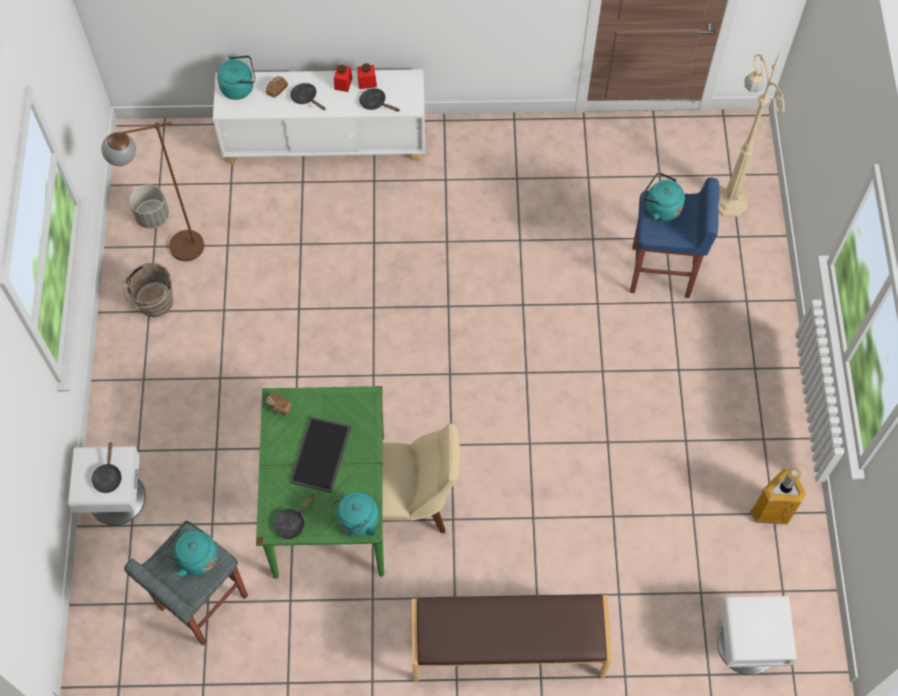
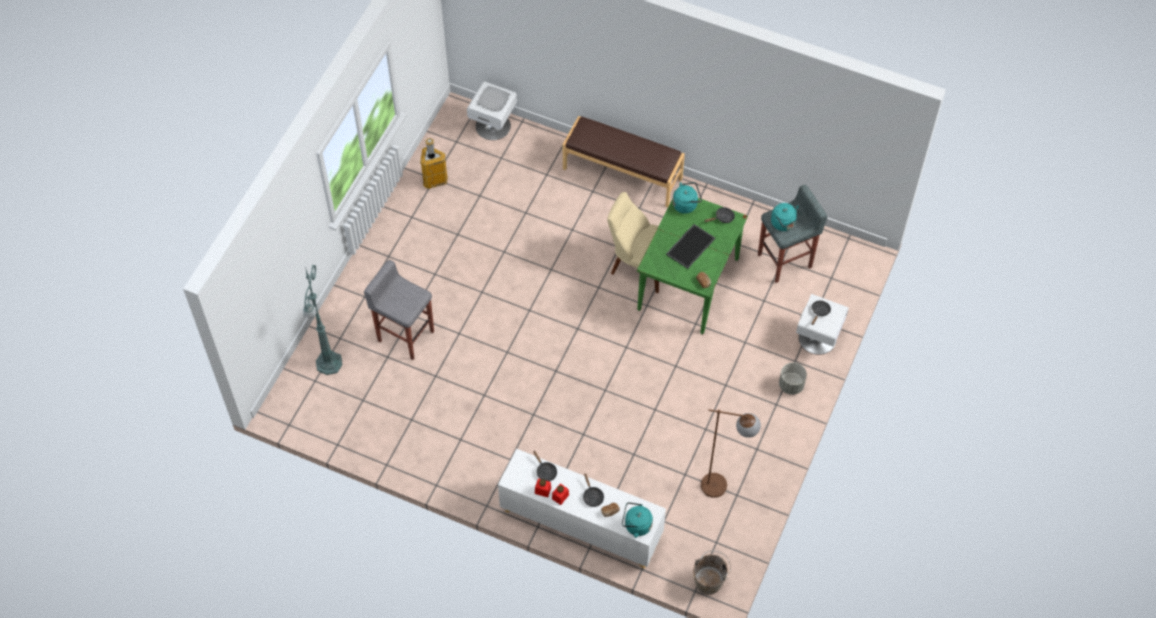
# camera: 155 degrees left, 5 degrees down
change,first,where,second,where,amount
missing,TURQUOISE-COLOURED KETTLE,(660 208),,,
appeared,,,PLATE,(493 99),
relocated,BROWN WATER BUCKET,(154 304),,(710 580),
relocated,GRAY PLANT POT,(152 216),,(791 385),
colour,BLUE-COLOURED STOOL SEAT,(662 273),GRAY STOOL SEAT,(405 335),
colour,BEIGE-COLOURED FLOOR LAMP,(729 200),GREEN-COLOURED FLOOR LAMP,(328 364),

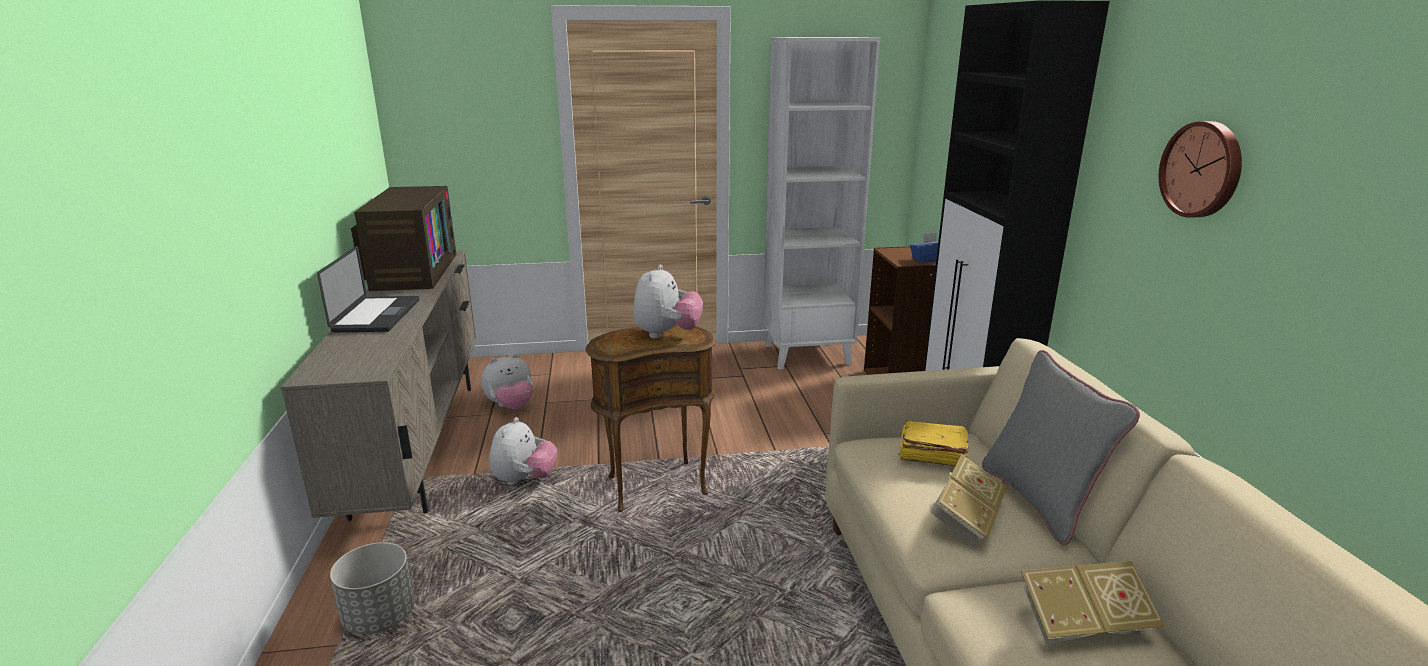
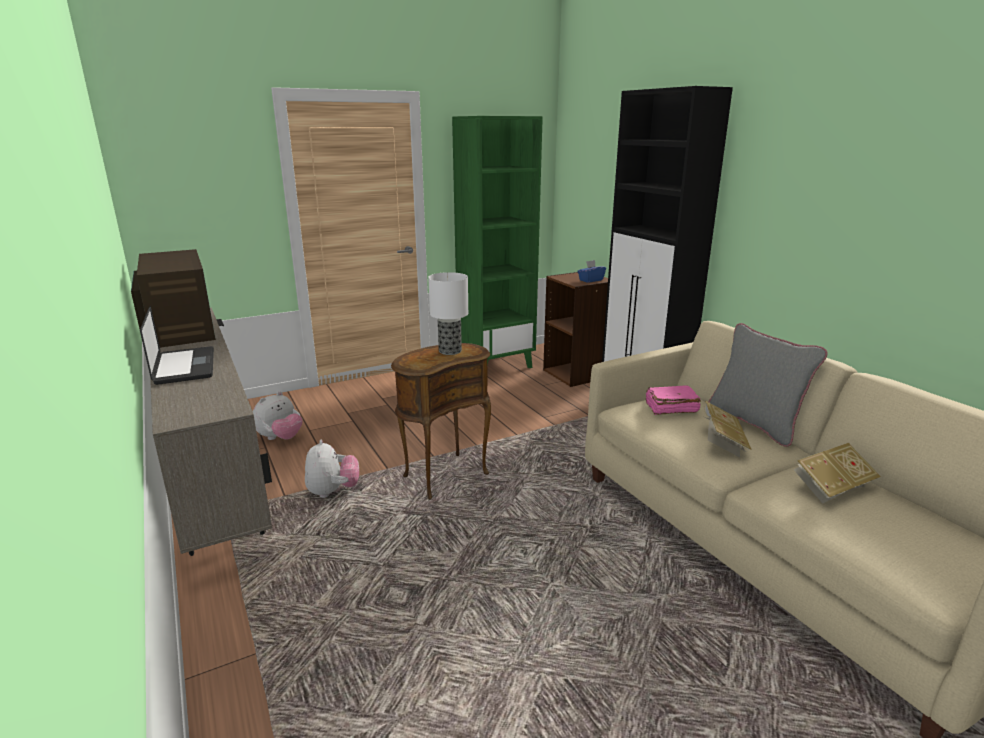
# camera: 20 degrees left, 0 degrees up
change,first,where,second,where,amount
missing,GRAY PLANT POT,(379 617),,,
missing,WALL CLOCK,(1203 169),,,
exchanged,SOFT TOY,(666 334),TABLETOP LAMP,(449 351),
colour,WHITE-COLOURED BOOKCASE,(807 354),GREEN-COLOURED BOOKCASE,(496 364),
colour,YELLOW-COLOURED BOOK,(931 455),PINK BOOK,(670 408),

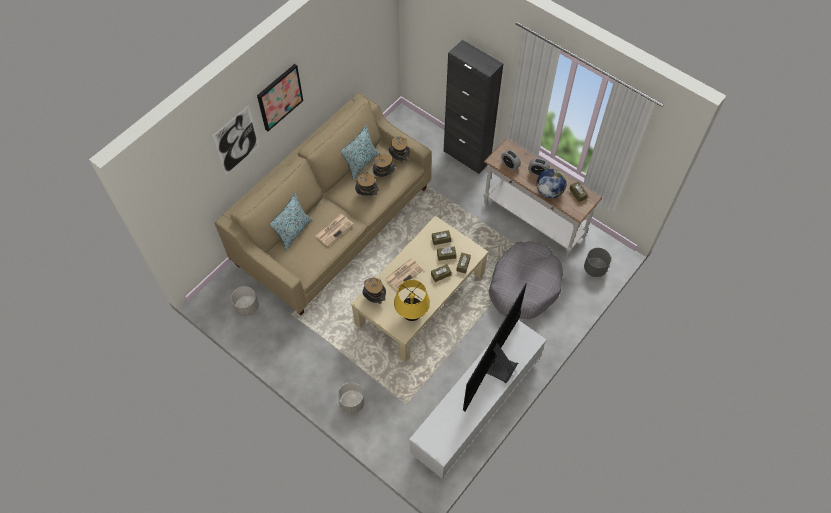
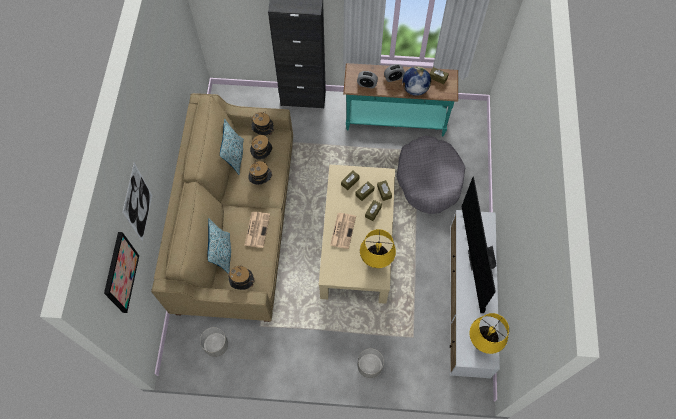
# camera: 35 degrees left, 5 degrees up
change,first,where,second,where,amount
missing,GRAY PLANT POT,(594 268),,,
appeared,,,YELLOW-COLOURED TABLETOP LAMP,(483 342),
relocated,WALL PICTURE,(279 97),,(120 273),
relocated,WEARABLE HAT,(374 298),,(243 283),
colour,WHITE-COLOURED CONSOLE TABLE,(533 220),TURQUOISE-COLOURED CONSOLE TABLE,(395 122),

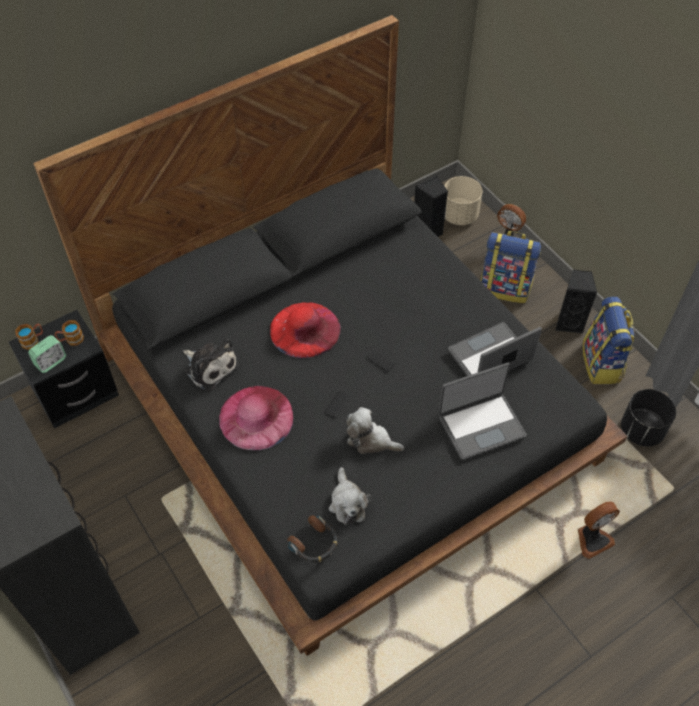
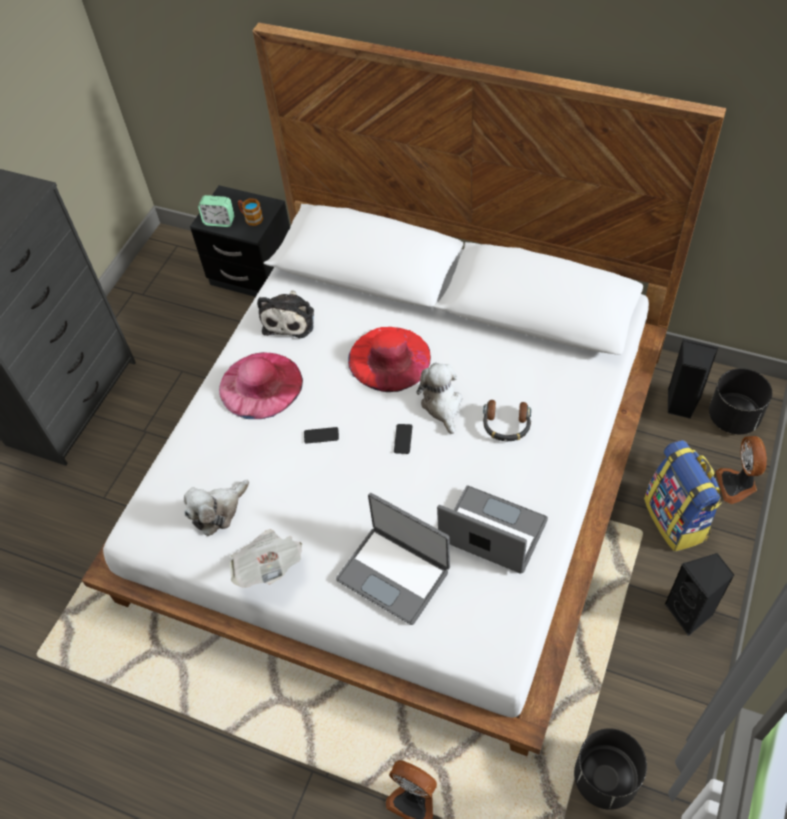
# camera: 60 degrees right, 0 degrees up
change,first,where,second,where,amount
missing,MUG,(33 340),,,
missing,KNAPSACK,(602 363),,,
appeared,,,PRINTED PAPER,(268 566),
relocated,HEADPHONES,(315 543),,(506 425),
relocated,SOFT TOY,(370 440),,(442 405),
colour,BLACK BEDROOM BED,(349 405),WHITE-COLOURED BEDROOM BED,(400 471),
colour,BEIGE-COLOURED PLANT POT,(459 215),BLACK PLANT POT,(733 417),

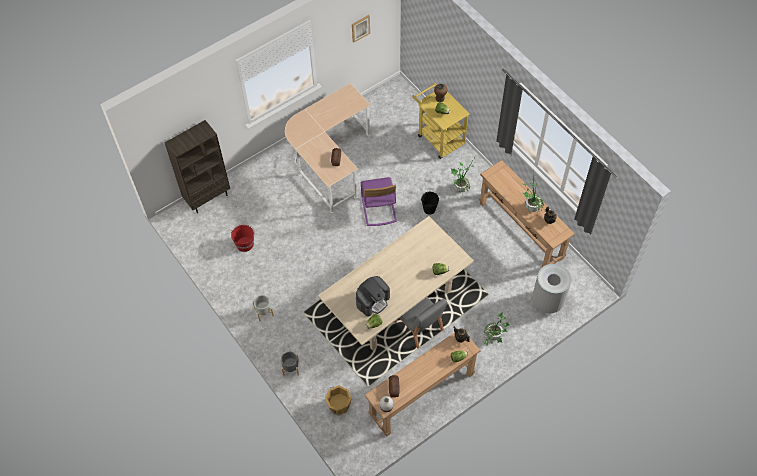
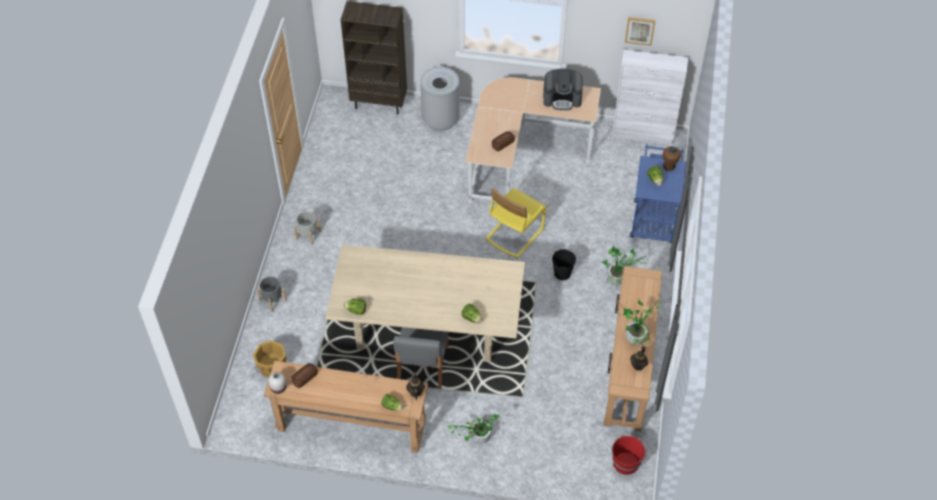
# camera: 45 degrees right, 5 degrees down
change,first,where,second,where,amount
appeared,,,WHITE-COLOURED CABINET,(643 134),
relocated,REDDISH WATER BUCKET,(245 243),,(626 462),
relocated,COFFEE MAKER,(372 301),,(562 98),
relocated,GRAY RUBBISH BIN,(547 301),,(440 119),
colour,PURPLE UPRIGHT CHAIR,(378 209),YELLOW-COLOURED UPRIGHT CHAIR,(514 234),
colour,YELLOW-COLOURED CART,(438 137),BLUE-COLOURED CART,(653 217),

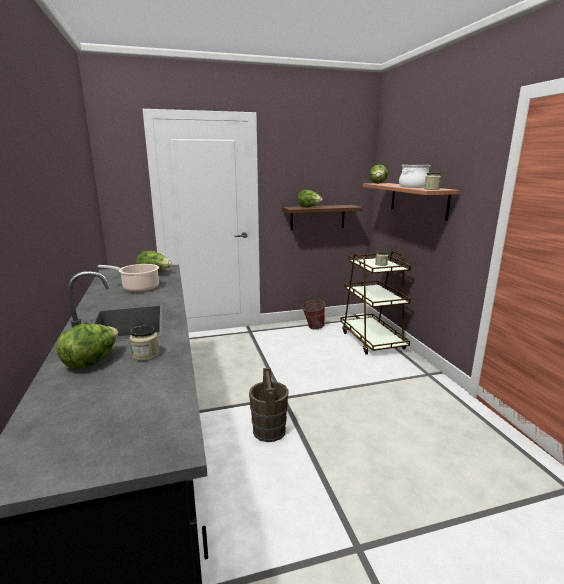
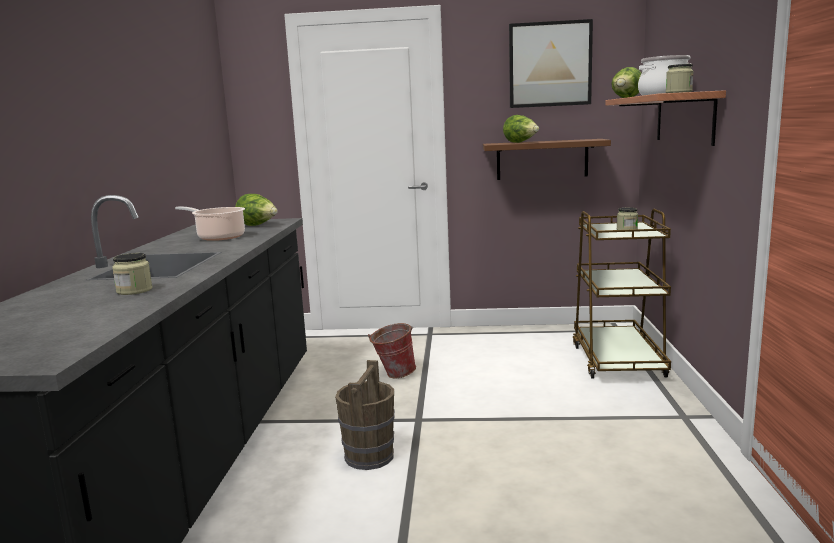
# camera: 20 degrees right, 5 degrees down
change,first,where,second,where,amount
missing,LETTUCE HEAD,(92 362),,,
appeared,,,WALL PICTURE,(550 64),
relocated,WATER BUCKET,(312 327),,(393 374),

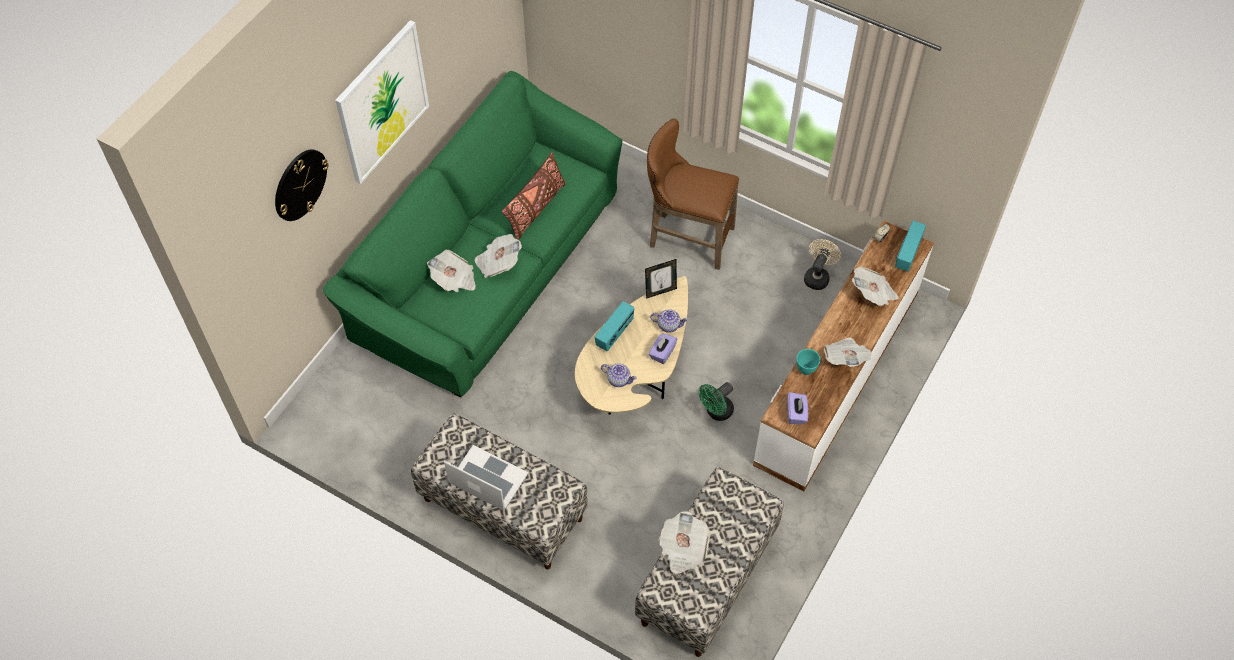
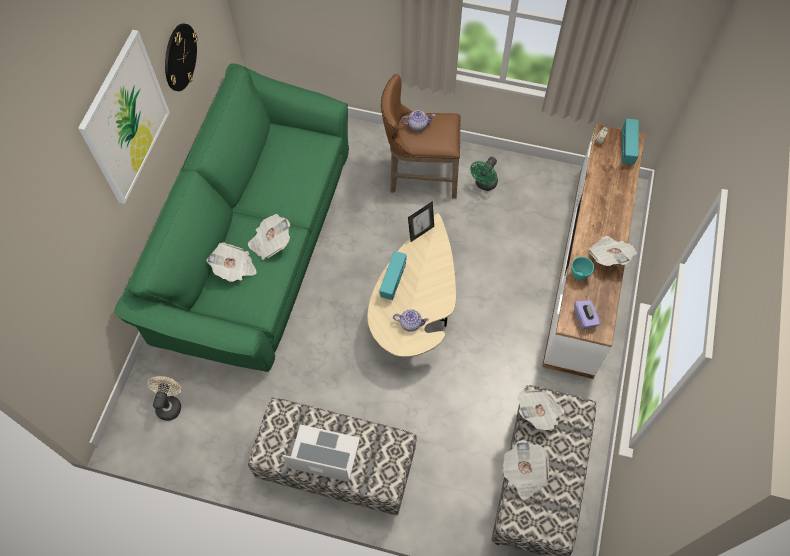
# camera: 15 degrees left, 5 degrees up
change,first,where,second,where,amount
missing,BROWN PILLOW,(535 209),,,
missing,PURPLE BOX OF TISSUES,(662 353),,,
relocated,WALL CLOCK,(300 184),,(180 57),
relocated,TEAPOT,(669 325),,(418 125),
relocated,GREEN-COLOURED COOLING FAN,(716 412),,(484 185),
relocated,BEIGE-COLOURED COOLING FAN,(817 276),,(170 404),
relocated,PRINTED PAPER,(873 294),,(539 413),

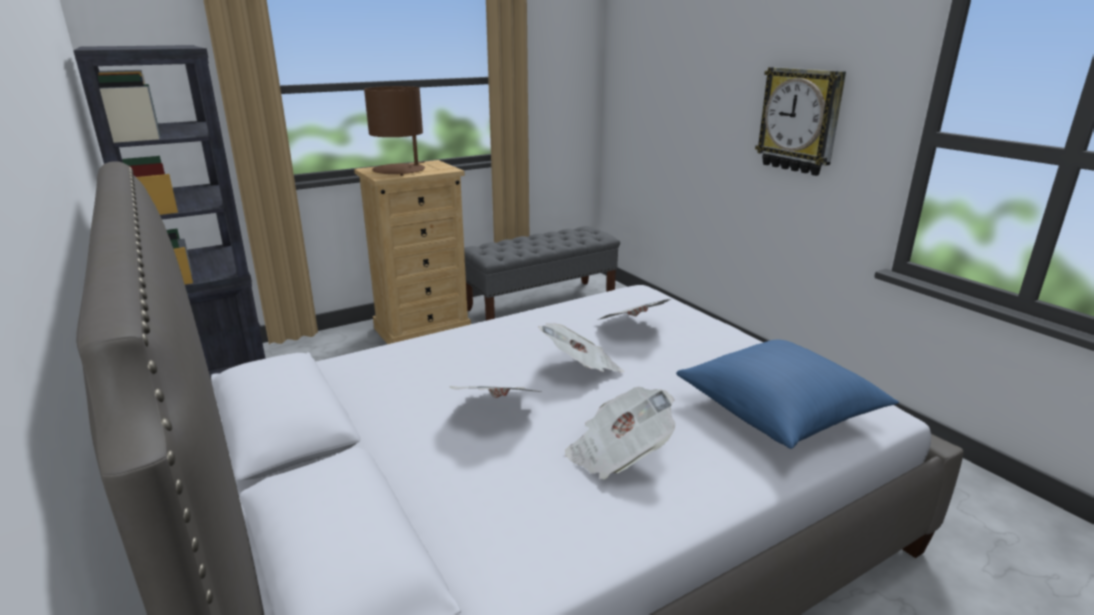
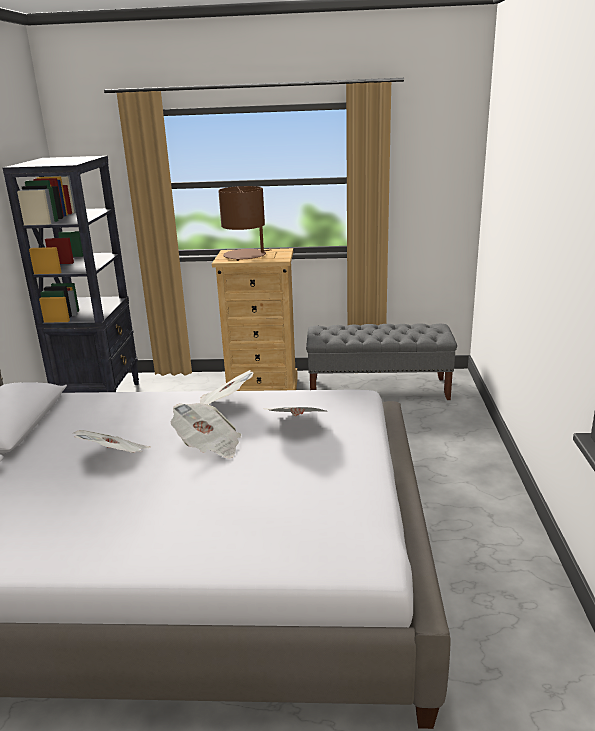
# camera: 35 degrees right, 0 degrees up
change,first,where,second,where,amount
missing,BLUE-COLOURED PILLOW,(778 411),,,
missing,WALL CLOCK,(800 120),,,
relocated,PRINTED PAPER,(618 454),,(225 404),

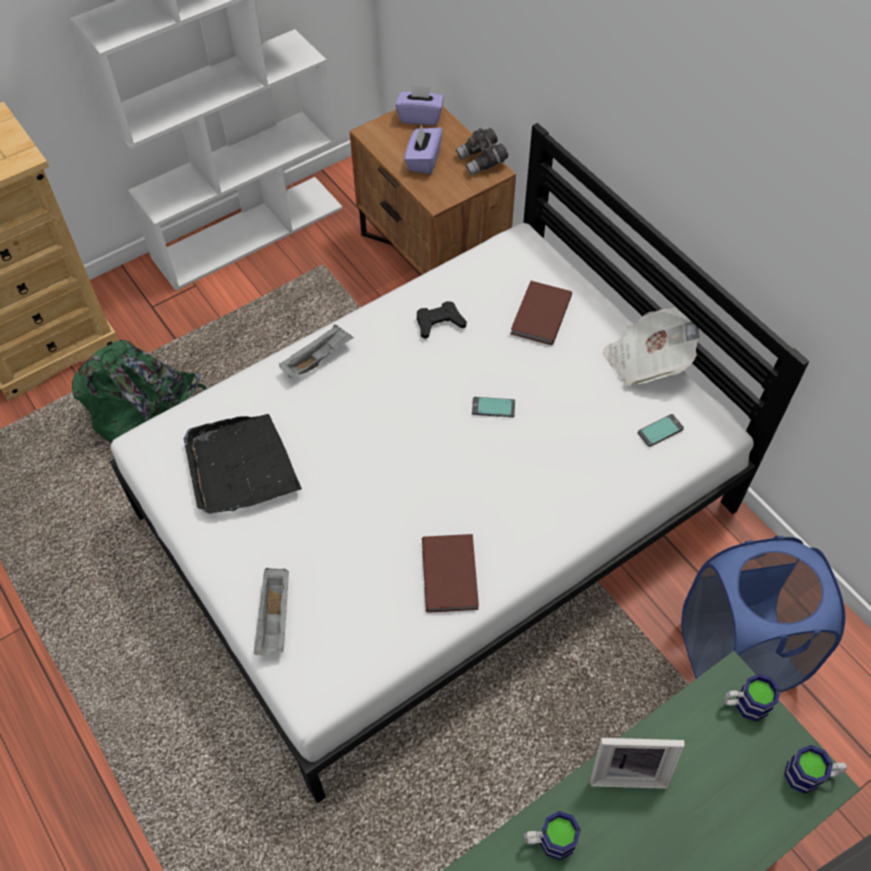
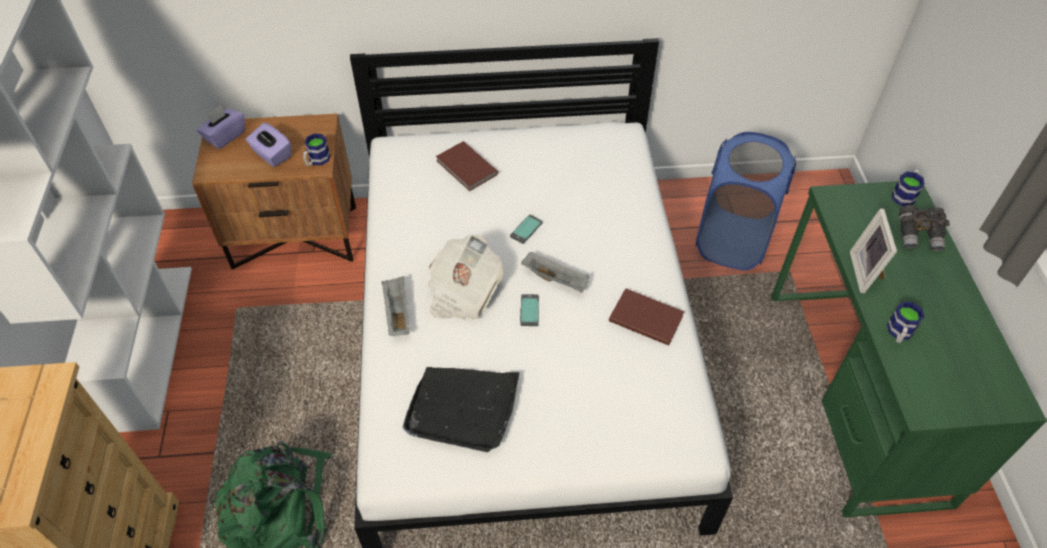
# camera: 60 degrees left, 5 degrees down
change,first,where,second,where,amount
missing,BLACK GAMEPAD,(439 323),,,
relocated,GRAY CARRYING TRAY,(275 619),,(556 279),
relocated,GRAY BINOCULARS,(482 161),,(919 235),
relocated,PRINTED PAPER,(647 360),,(462 292),
relocated,PHONE,(660 431),,(529 310),
relocated,MUG,(744 704),,(316 161),
spun,PHOTO FRAME,(627 769),,(867 272),150 degrees clockwise

